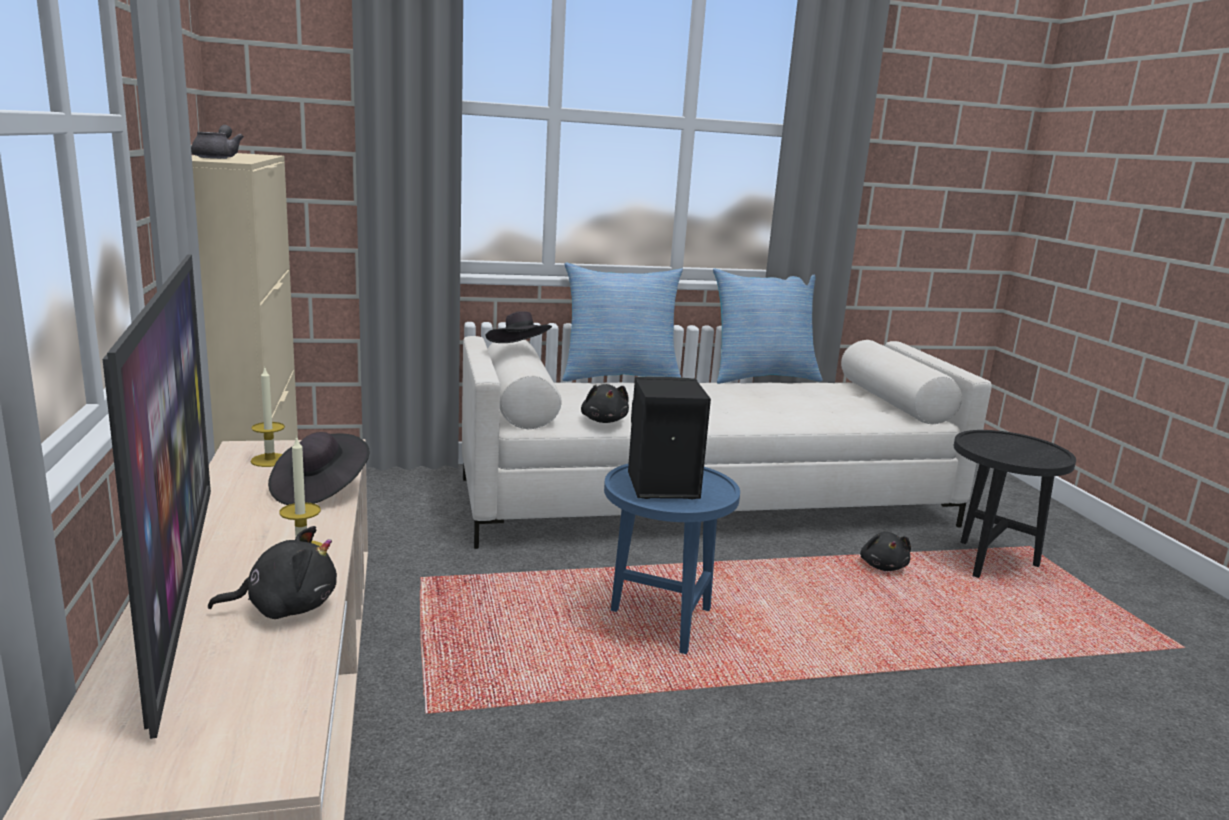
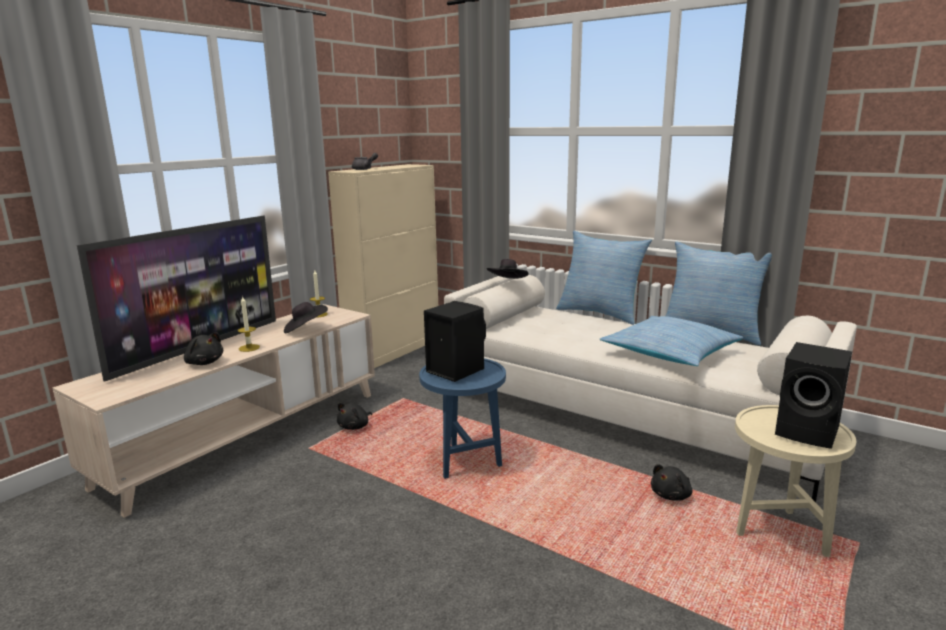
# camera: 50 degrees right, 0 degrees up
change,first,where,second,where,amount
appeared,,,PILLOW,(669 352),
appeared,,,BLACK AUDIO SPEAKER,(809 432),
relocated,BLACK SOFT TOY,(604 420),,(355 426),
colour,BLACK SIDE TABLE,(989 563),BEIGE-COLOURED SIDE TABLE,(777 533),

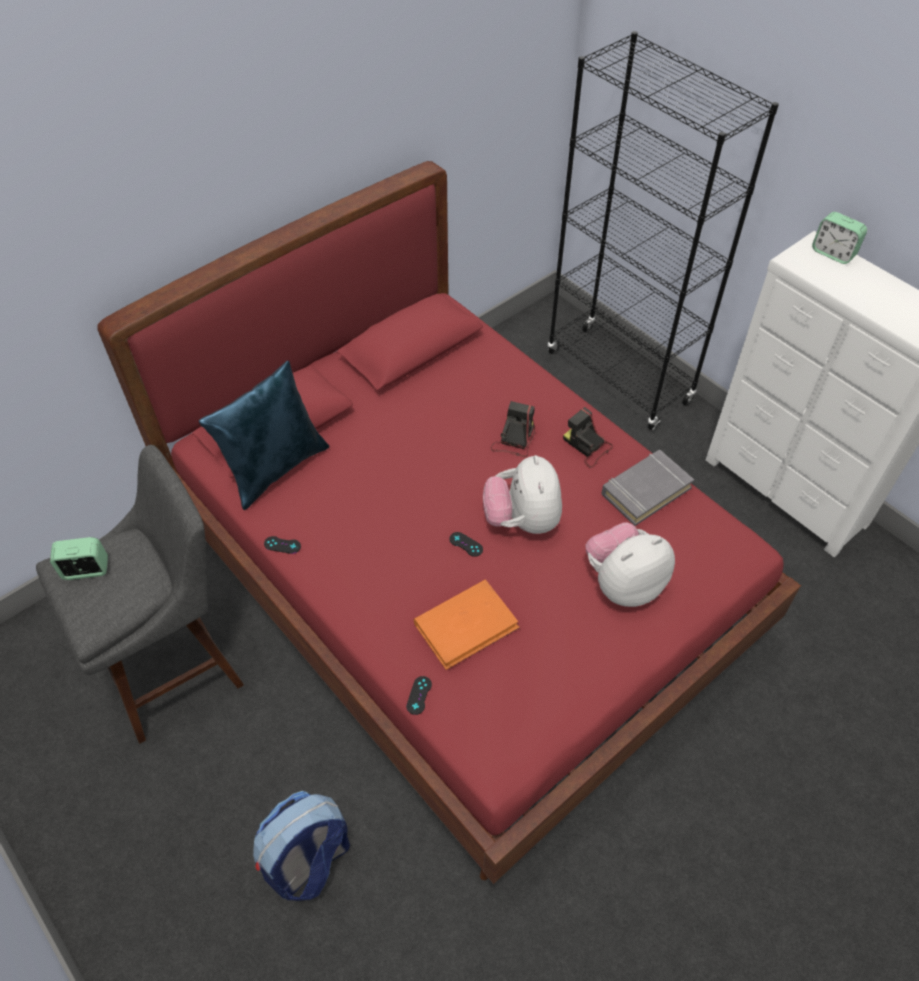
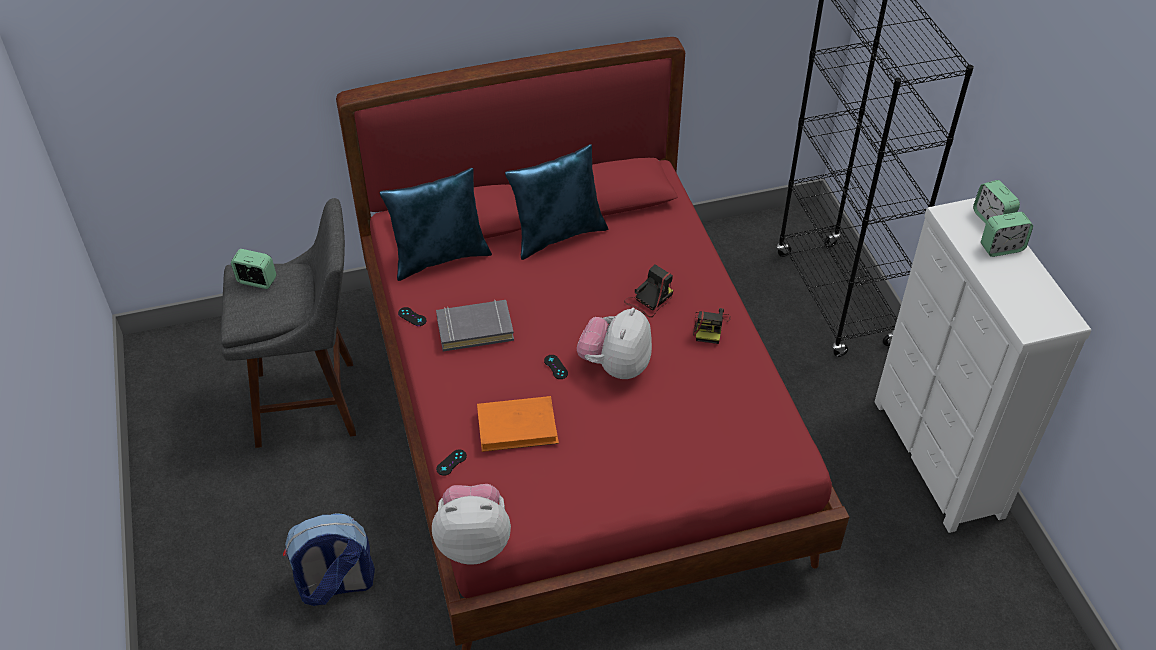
# camera: 25 degrees right, 5 degrees down
change,first,where,second,where,amount
appeared,,,BLUE-COLOURED PILLOW,(558 234),
appeared,,,BEDSIDE CLOCK,(1001 248),
relocated,SOFT TOY,(623 583),,(473 541),
relocated,GRAY BOOK,(645 491),,(475 329),
spun,STILL CAMERA,(587 446),,(710 327),150 degrees counterclockwise

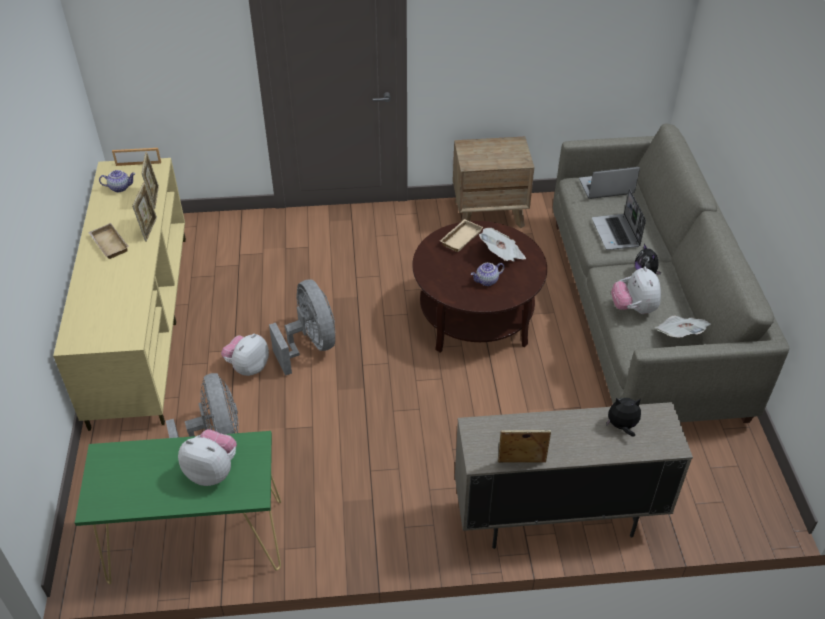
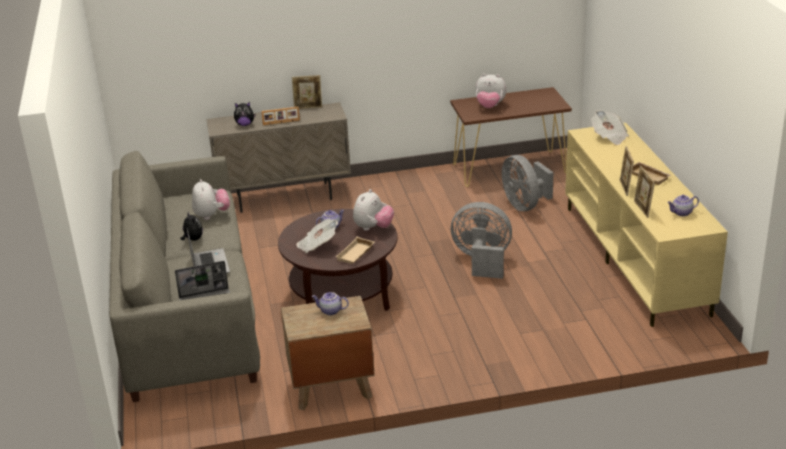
# camera: 175 degrees right, 15 degrees down
change,first,where,second,where,amount
appeared,,,TEAPOT,(330 311),
relocated,PHOTO FRAME,(138 163),,(281 122),
relocated,SOFT TOY,(248 367),,(373 228),
relocated,PRINTED PAPER,(679 335),,(609 137),
colour,GREEN-COLOURED CONSOLE TABLE,(196 541),BROWN CONSOLE TABLE,(510 168),
spun,GRAY COOLING FAN,(310 345),,(482 261),135 degrees clockwise

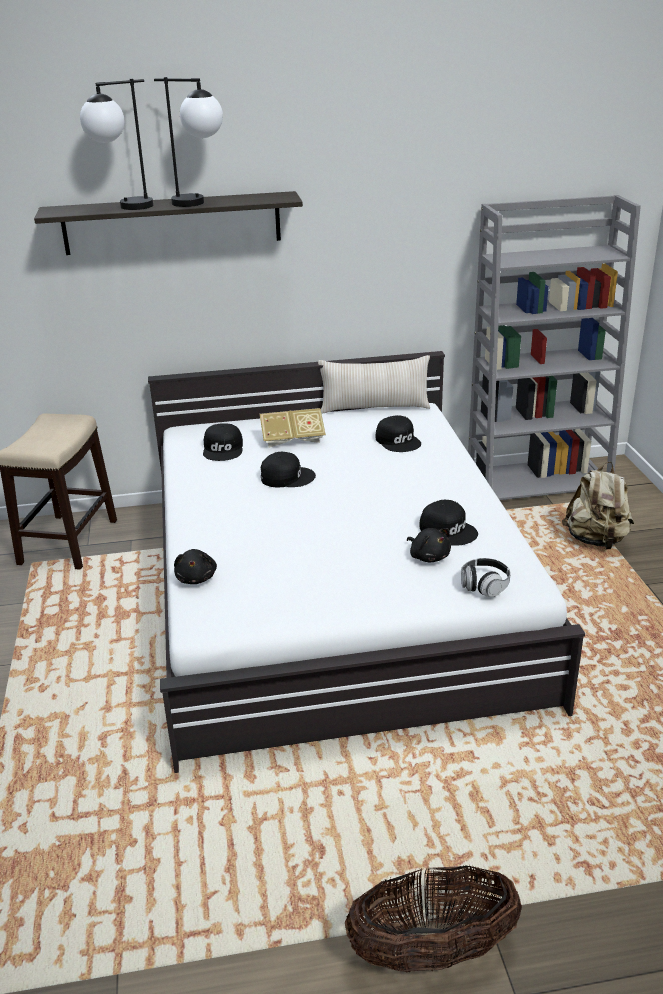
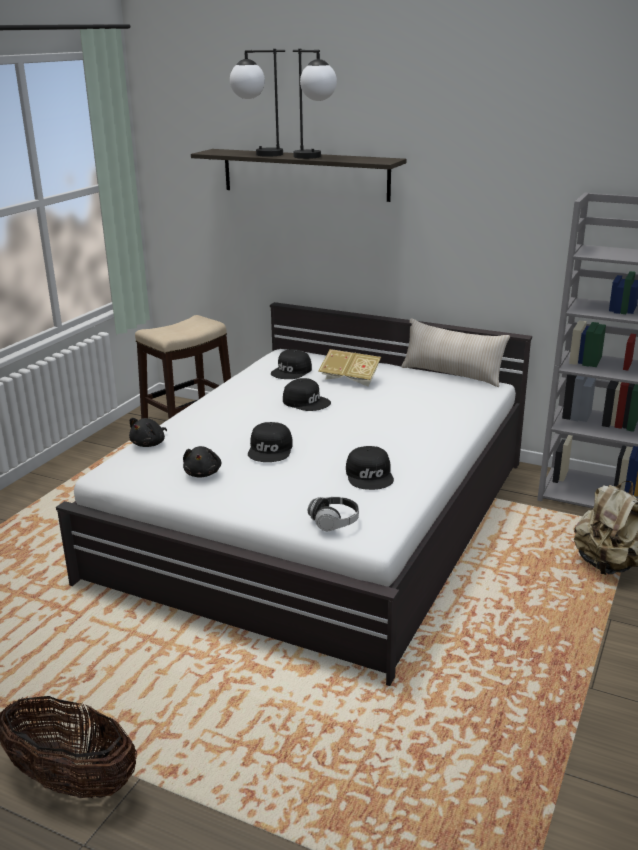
# camera: 35 degrees right, 5 degrees down
change,first,where,second,where,amount
relocated,BLACK PEAKED CAP,(398 440),,(271 450),
relocated,BLACK SOFT TOY,(428 556),,(203 473),

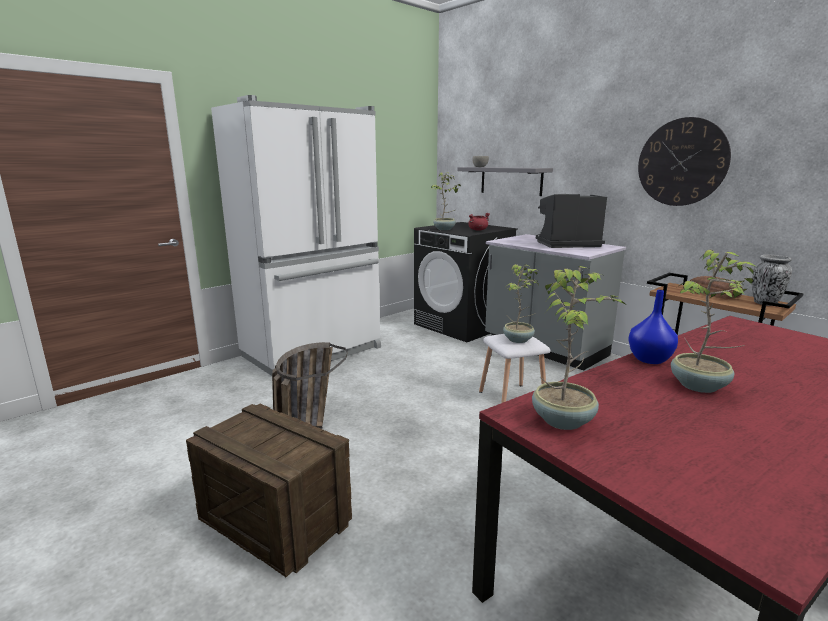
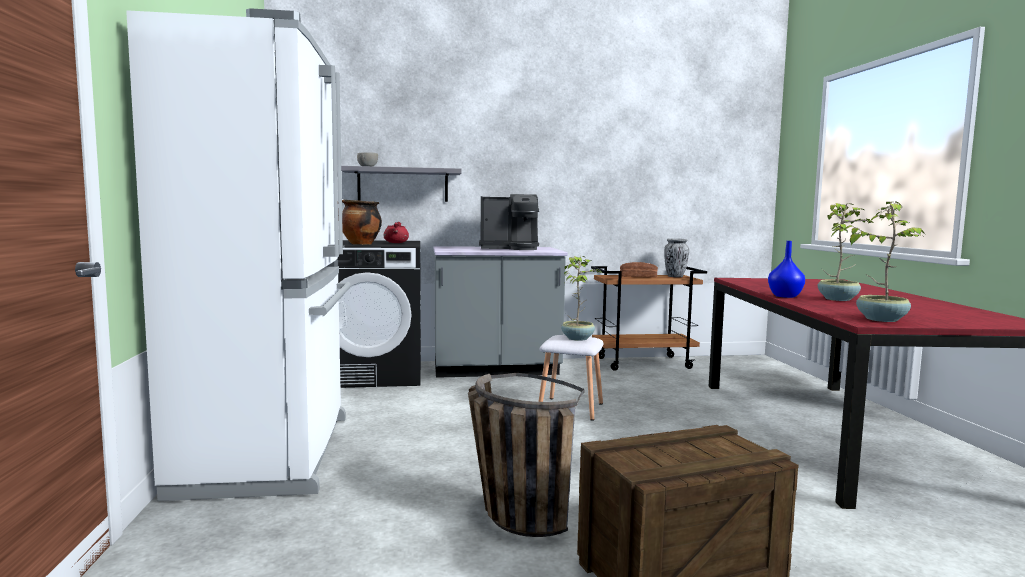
# camera: 55 degrees left, 10 degrees down
change,first,where,second,where,amount
missing,WALL CLOCK,(682 162),,,
exchanged,POTTED PLANT,(444 229),STOCKPOT,(360 244),
spun,COFFEE MAKER,(566 244),,(510 248),120 degrees counterclockwise

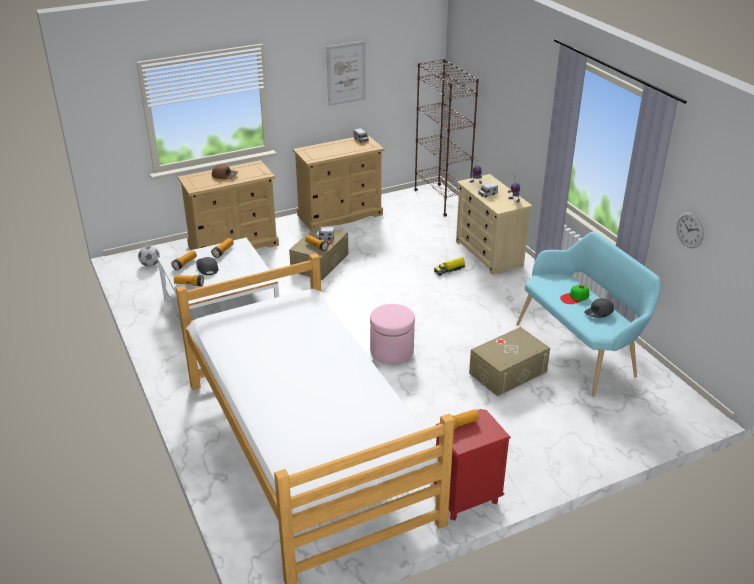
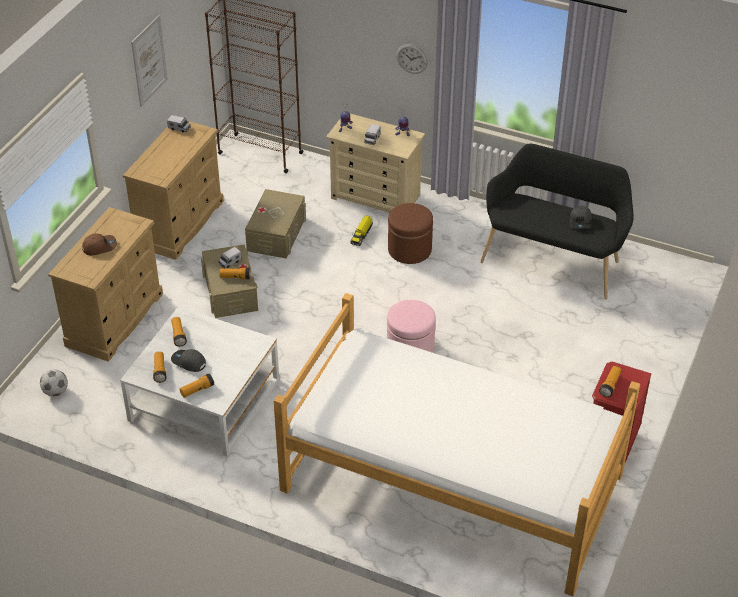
# camera: 40 degrees left, 10 degrees up
change,first,where,second,where,amount
missing,PEAKED CAP,(575 297),,,
appeared,,,BROWN OTTOMAN,(409 250),
relocated,BEIGE-COLOURED STORAGE BIN,(508 372),,(276 234),
relocated,WALL CLOCK,(689 230),,(412 58),
colour,TURQUOISE-COLOURED BENCH,(580 350),BLACK BENCH,(553 259),

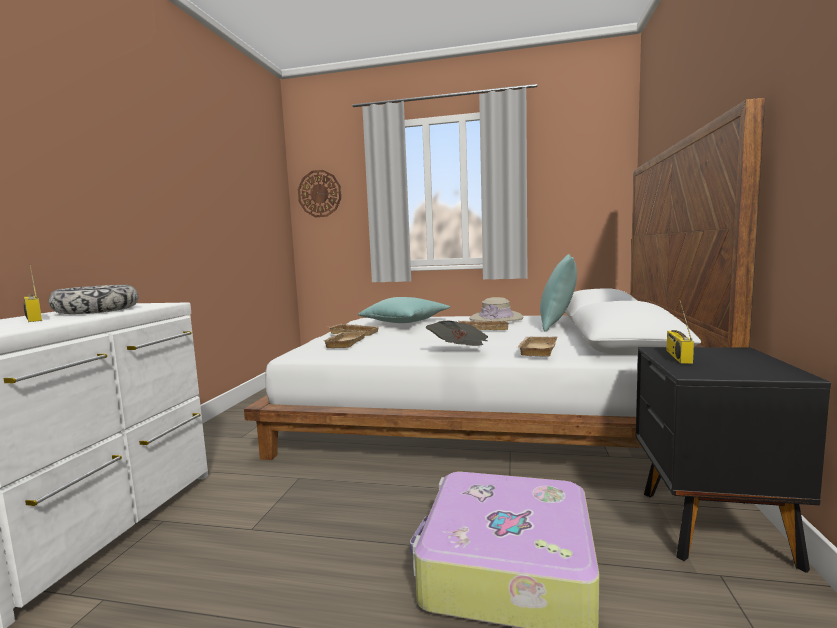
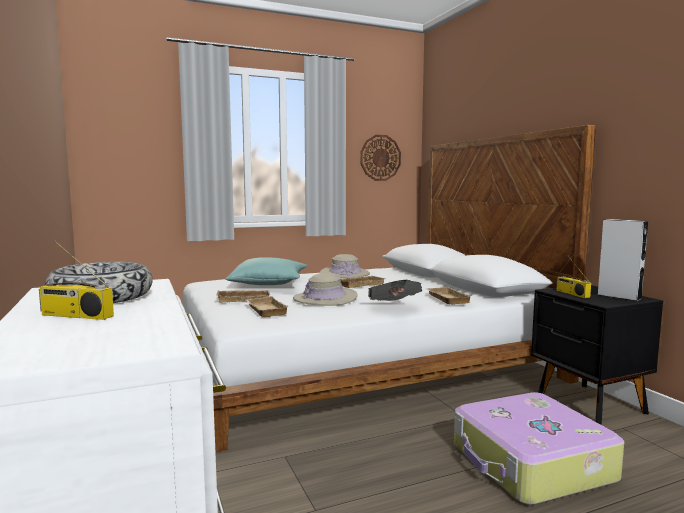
# camera: 35 degrees left, 0 degrees up
change,first,where,second,where,amount
missing,TURQUOISE-COLOURED PILLOW,(558 325),,,
appeared,,,BEIGE-COLOURED WEARABLE HAT,(325 298),
appeared,,,GRAY AUDIO SPEAKER,(619 296),
relocated,WALL CLOCK,(319 193),,(380 158),

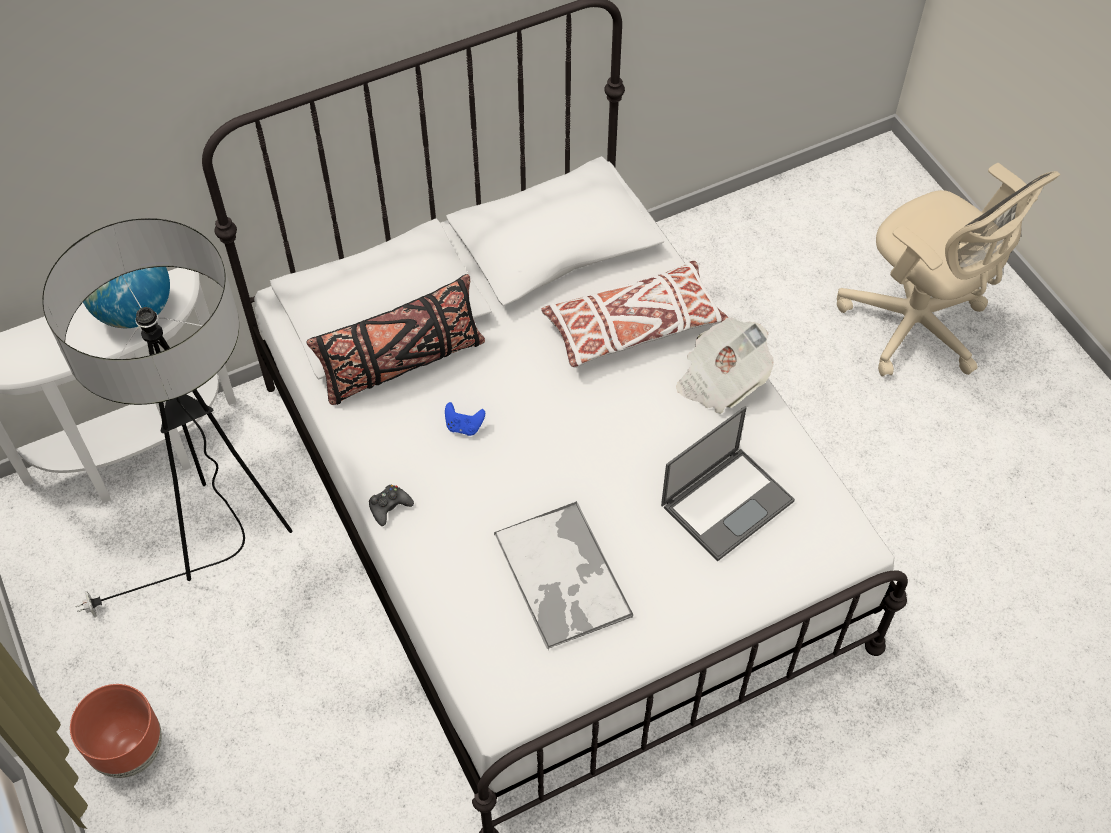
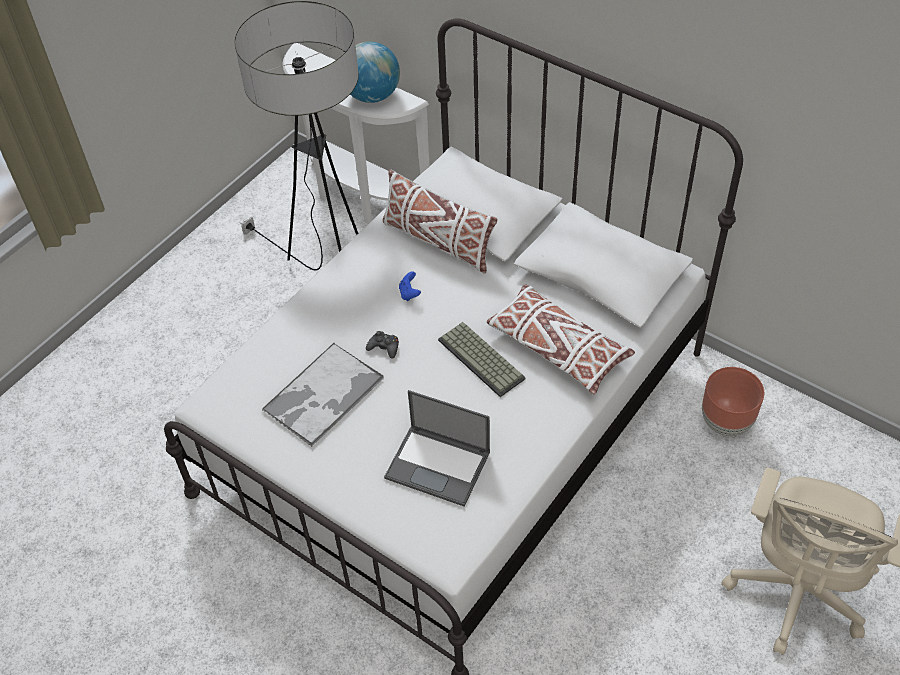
# camera: 65 degrees right, 5 degrees down
change,first,where,second,where,amount
missing,PRINTED PAPER,(720 380),,,
appeared,,,COMPUTER KEYBOARD,(483 359),
relocated,BROWN PLANT POT,(131 750),,(726 422),
relocated,BLACK GAMEPAD,(389 507),,(384 347),
colour,BLACK PILLOW,(402 365),WHITE-COLOURED PILLOW,(438 241),

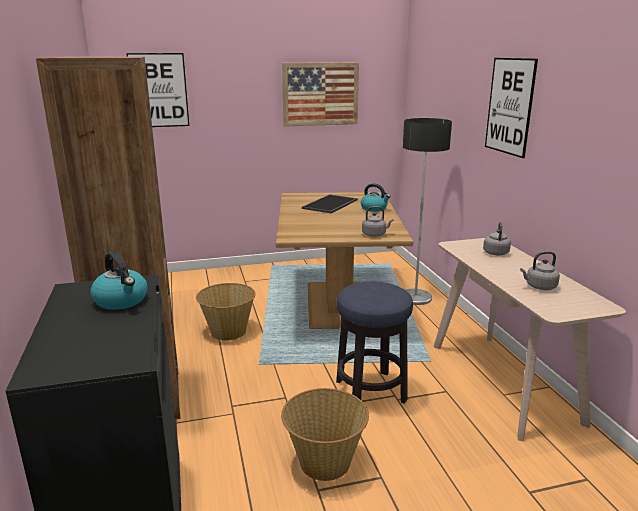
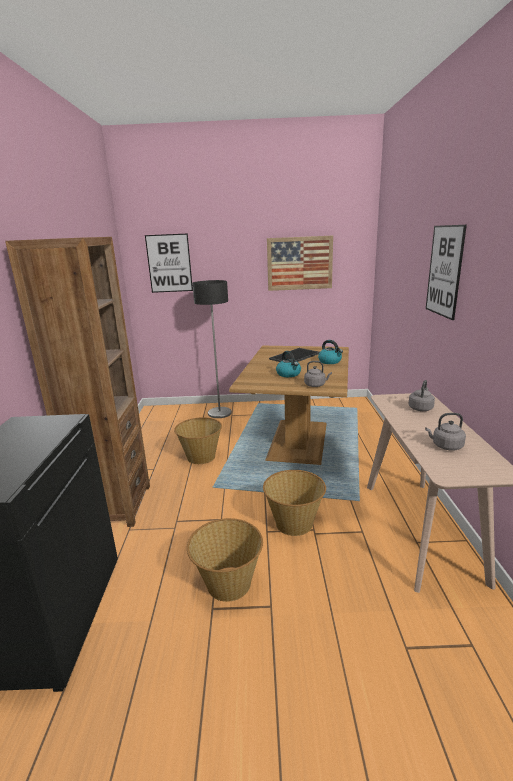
# camera: 15 degrees right, 0 degrees up
change,first,where,second,where,amount
relocated,KETTLE,(122 300),,(289 374),
relocated,FLOOR LAMP,(415 297),,(220 413),
exchanged,STOOL SEAT,(371 391),BASKET,(294 523),

